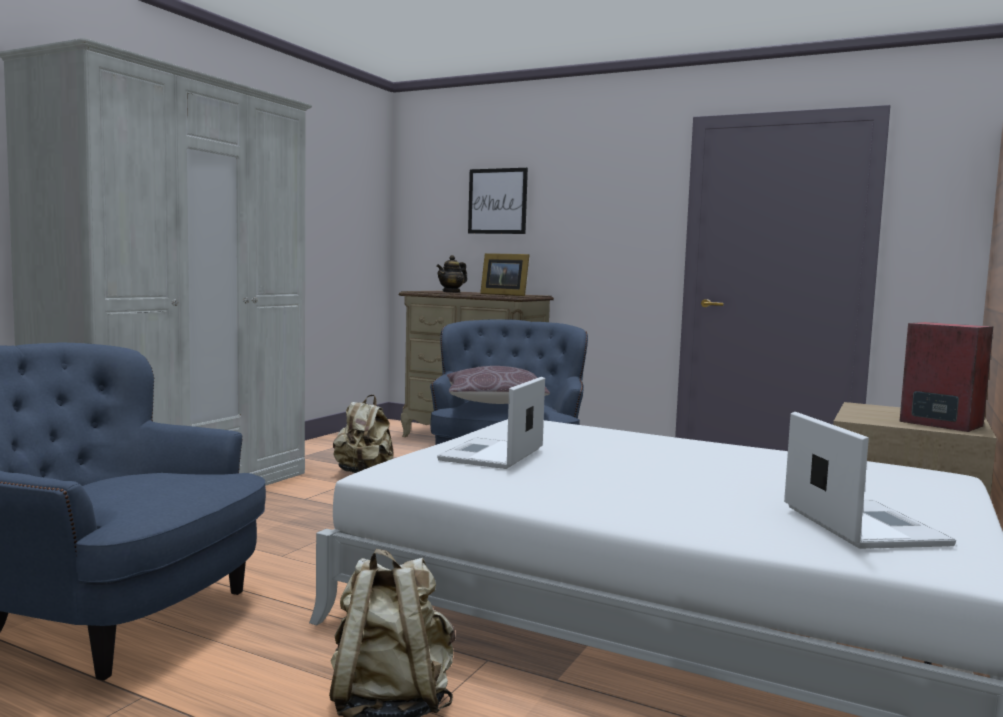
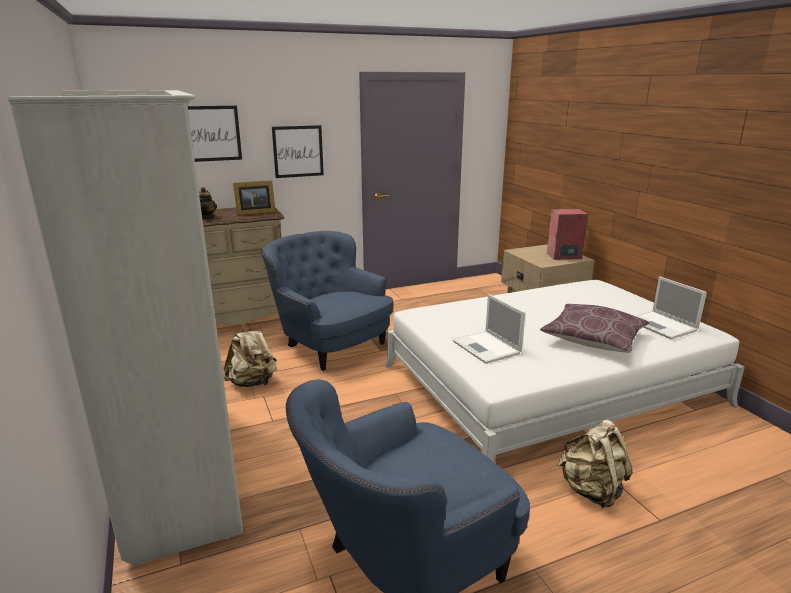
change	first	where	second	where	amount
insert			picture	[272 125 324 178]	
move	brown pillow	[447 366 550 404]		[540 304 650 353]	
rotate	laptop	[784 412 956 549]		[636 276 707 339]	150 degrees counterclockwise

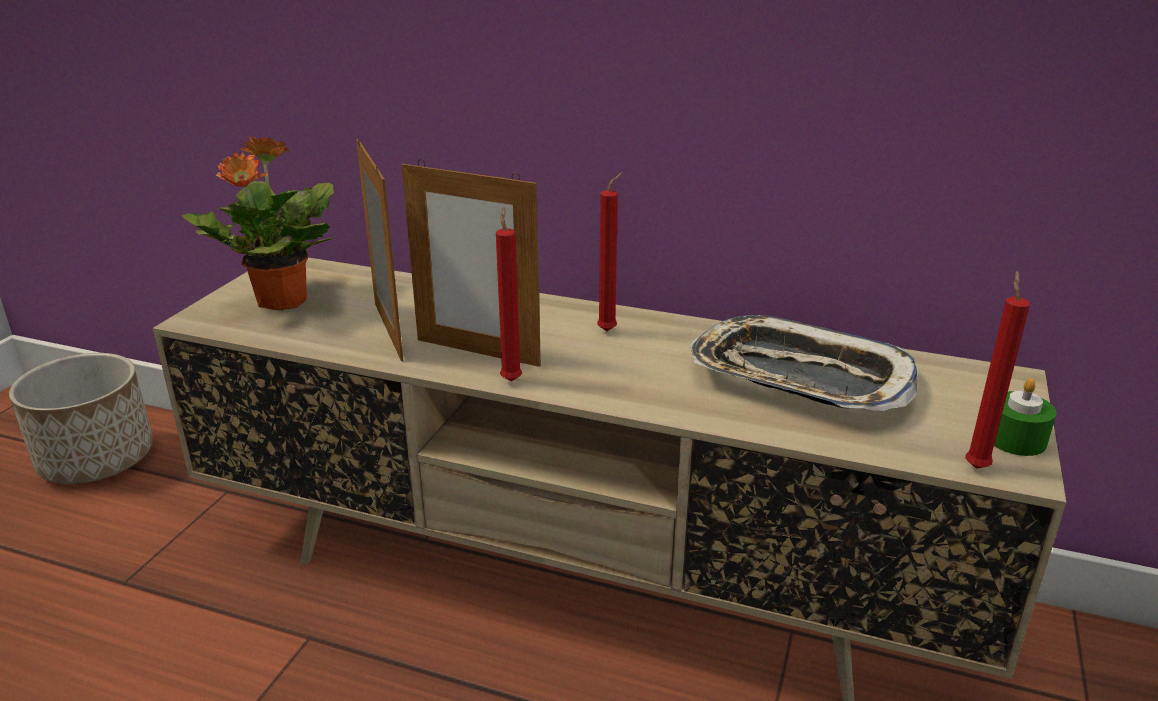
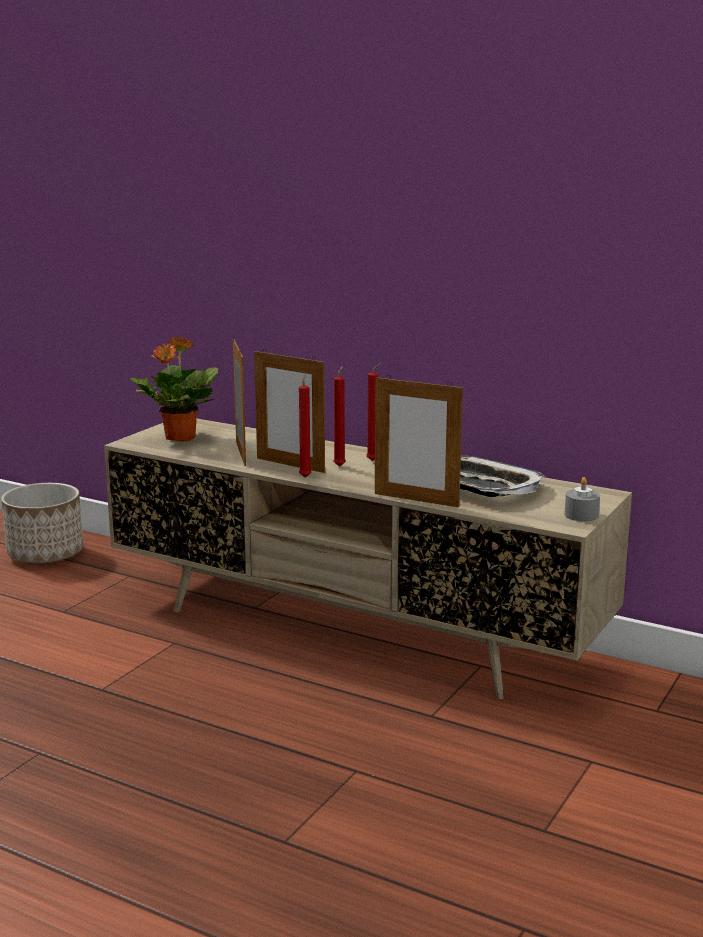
change	first	where	second	where	amount
move	red candle	[965 271 1030 469]		[333 366 346 467]	
insert			picture frame	[375 376 463 507]	
recolor	green candle	[994 378 1056 456]	grey candle	[565 477 600 522]	

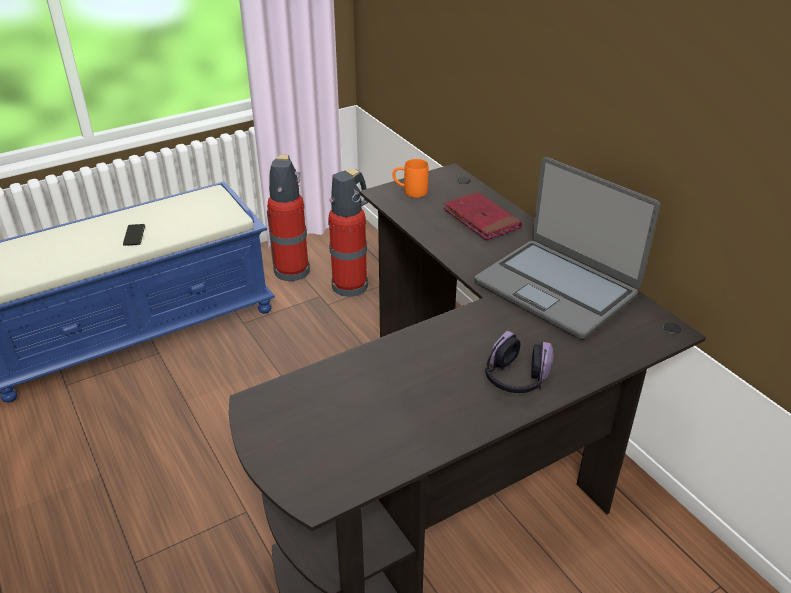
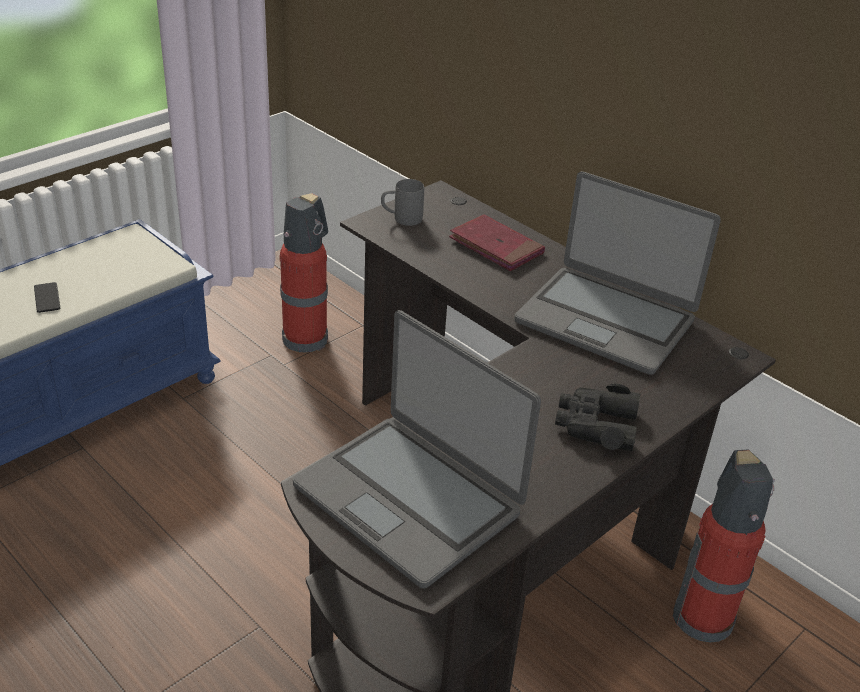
change	first	where	second	where	amount
insert			laptop	[293 310 541 588]	
recolor	orange mug	[393 159 428 198]	grey mug	[381 179 424 226]	
replace	headphones	[485 331 554 393]	black binoculars	[555 383 640 451]	
move	fire extinguisher	[267 155 311 281]		[673 449 775 642]	

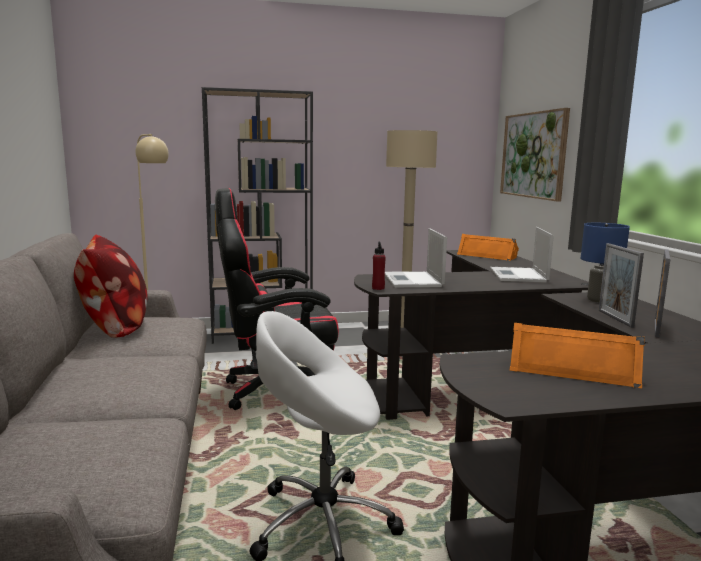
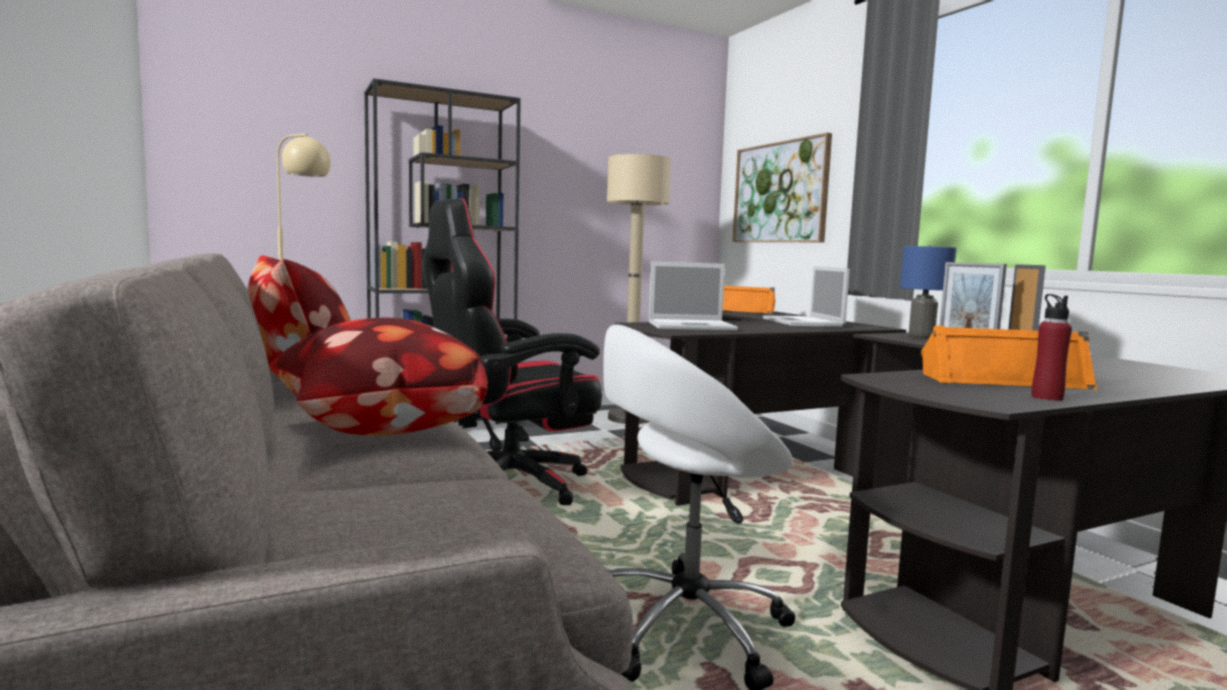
change	first	where	second	where	amount
insert			pillow	[270 318 488 436]	
rotate	laptop	[385 228 447 288]		[649 262 738 331]	75 degrees counterclockwise
move	red bottle	[372 242 386 290]		[1031 294 1072 401]	

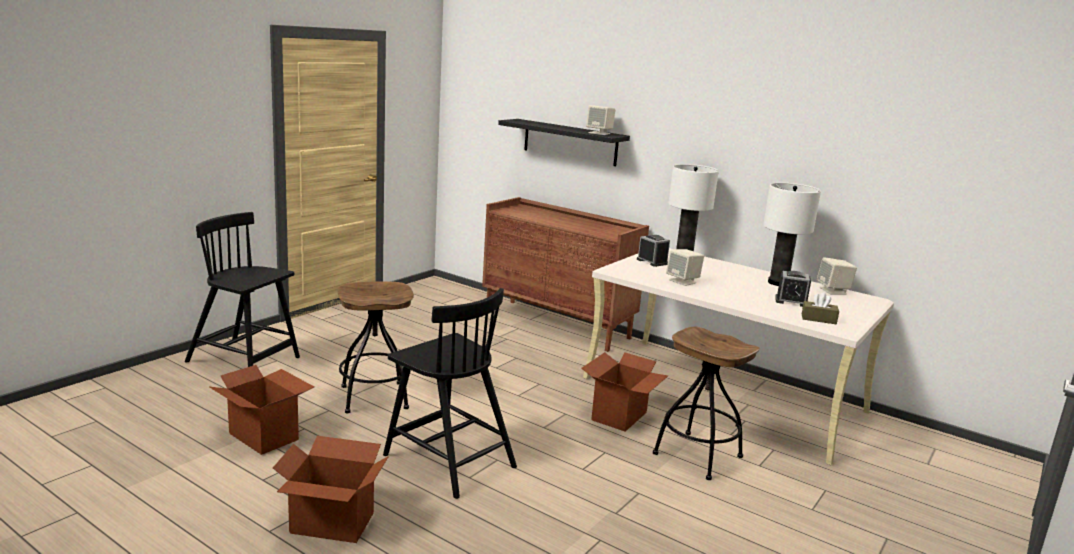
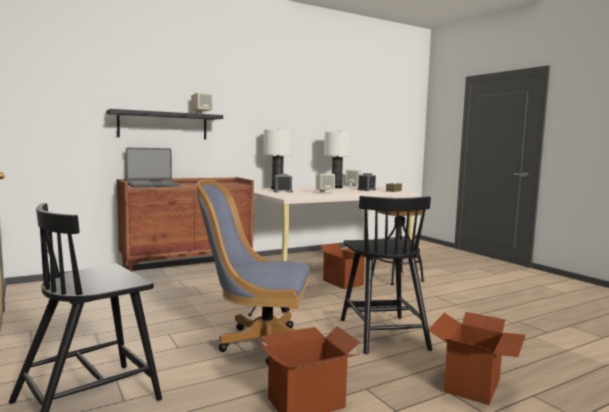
change	first	where	second	where	amount
insert			laptop	[126 148 180 187]	
replace	brown stool	[338 281 414 413]	blue office chair	[196 179 310 365]	
rotate	black chair	[383 288 517 499]		[341 196 432 354]	105 degrees clockwise

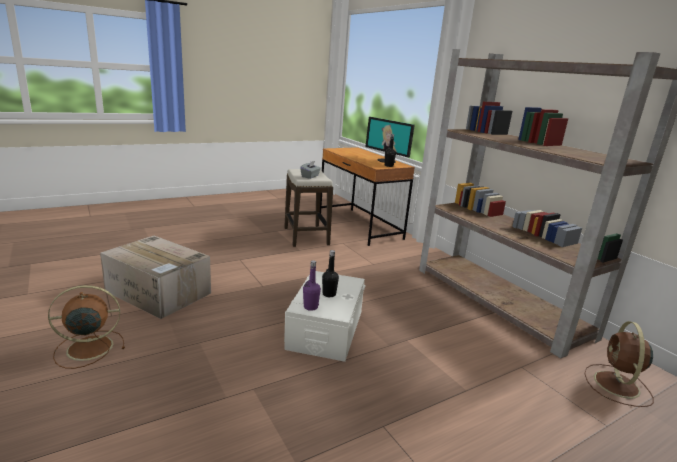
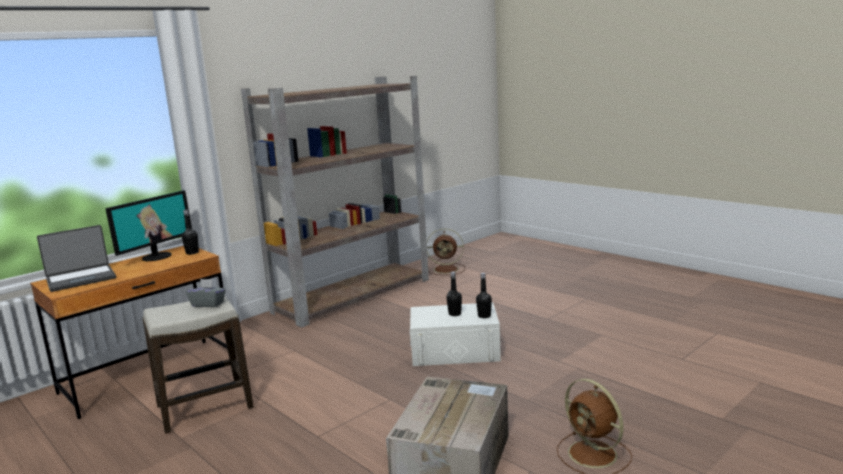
change	first	where	second	where	amount
insert			laptop	[37 225 116 292]	
recolor	purple bottle	[303 260 321 311]	black bottle	[476 273 492 318]	

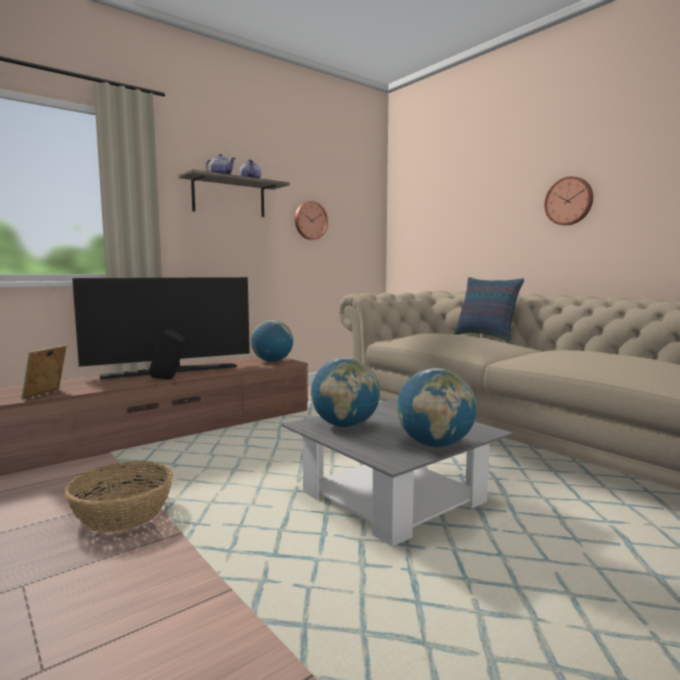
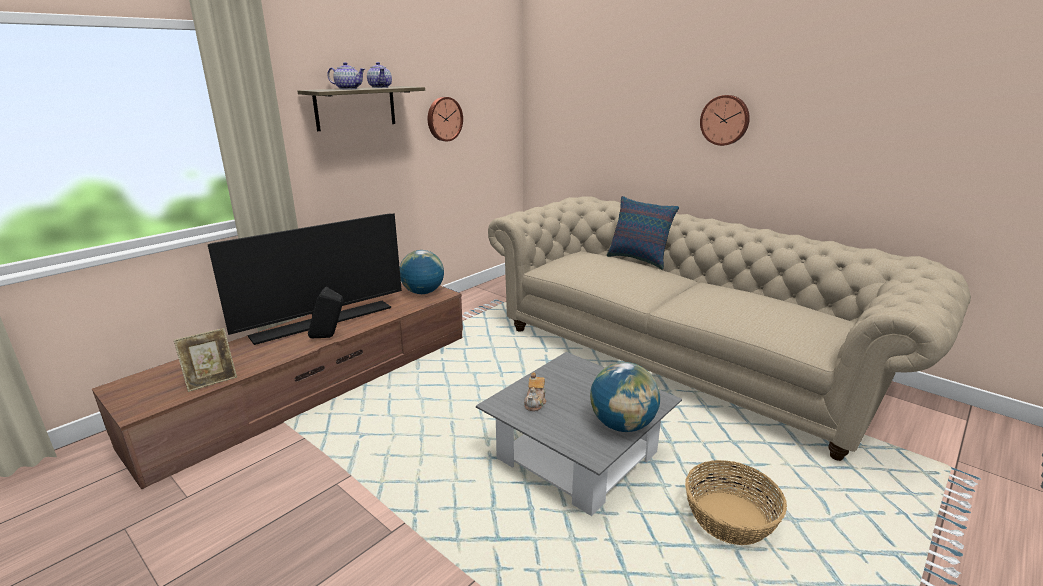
change	first	where	second	where	amount
rotate	picture frame	[21 345 67 399]		[174 328 237 392]	135 degrees counterclockwise
replace	globe	[311 357 380 427]	teapot	[524 372 547 411]	
move	basket	[65 461 173 532]		[685 460 787 545]	

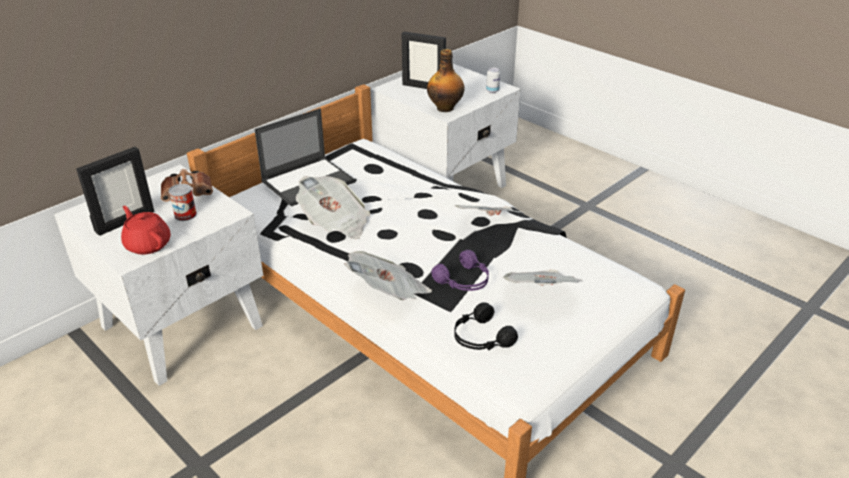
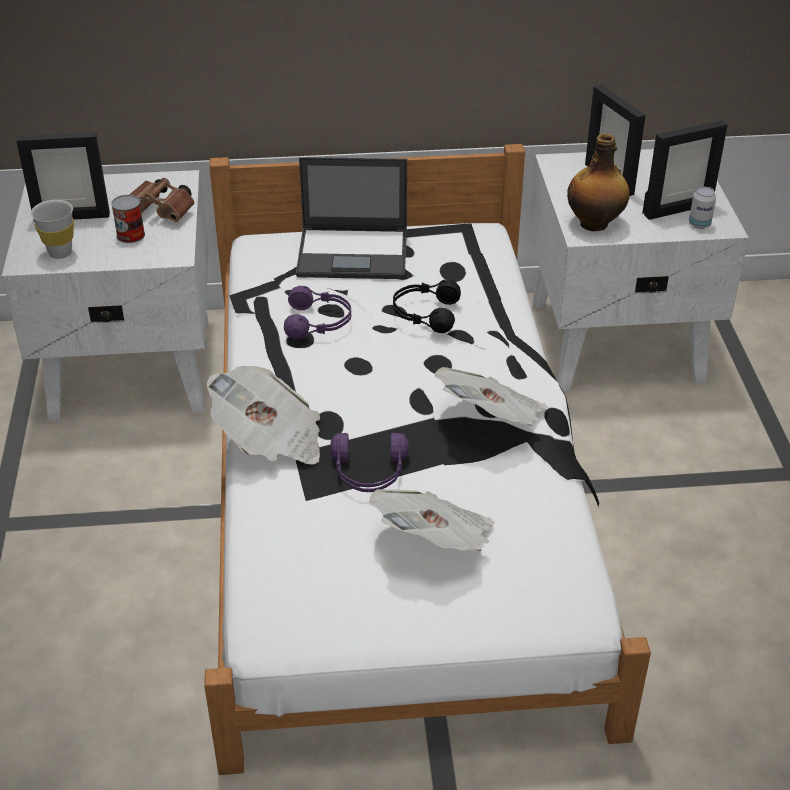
change	first	where	second	where	amount
replace	red teapot	[121 206 171 255]	white cup	[31 200 74 259]	
replace	newspaper	[296 176 370 239]	purple headphones	[284 286 351 340]	
move	black headphones	[454 302 518 350]		[393 280 461 333]	
insert			picture frame	[642 120 728 220]	

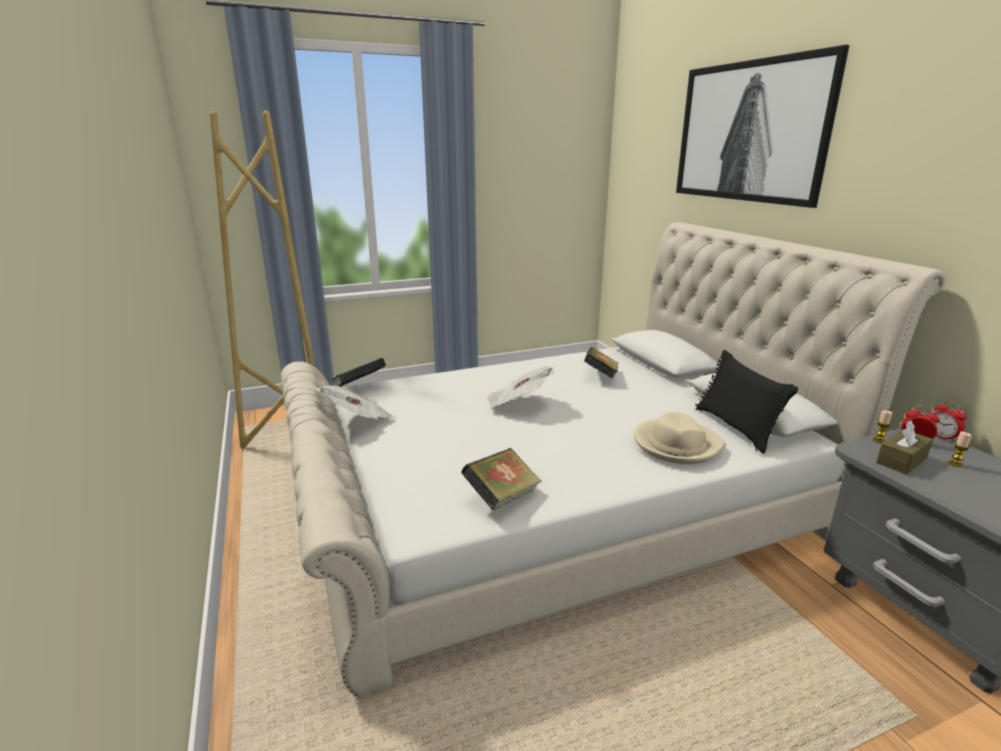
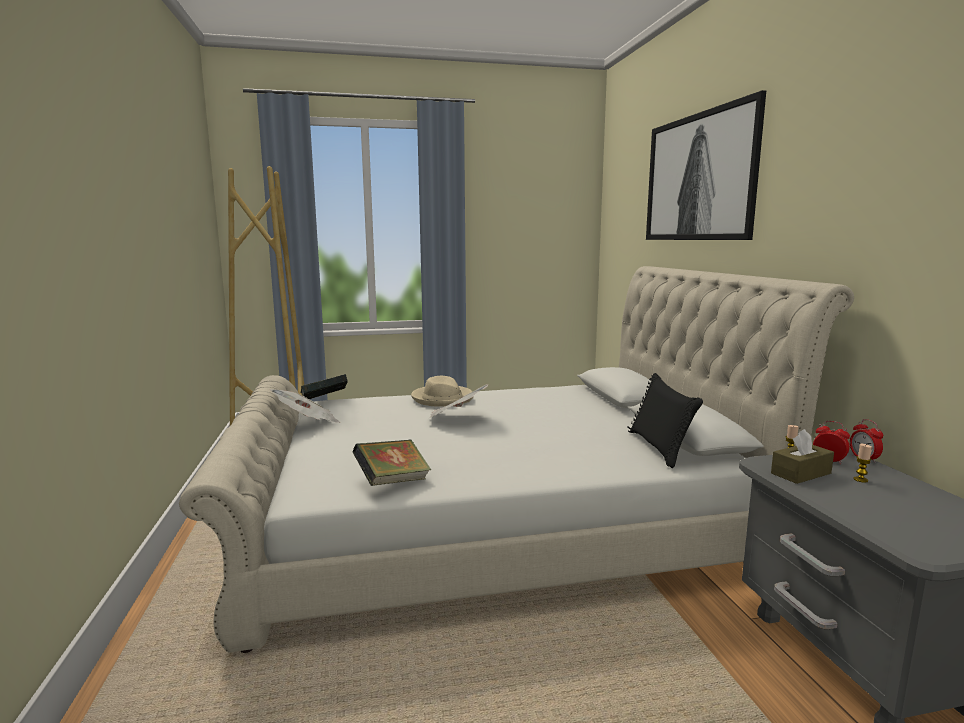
change	first	where	second	where	amount
move	beige hat	[634 412 726 464]		[411 376 473 407]	
delete	book	[584 347 618 379]			

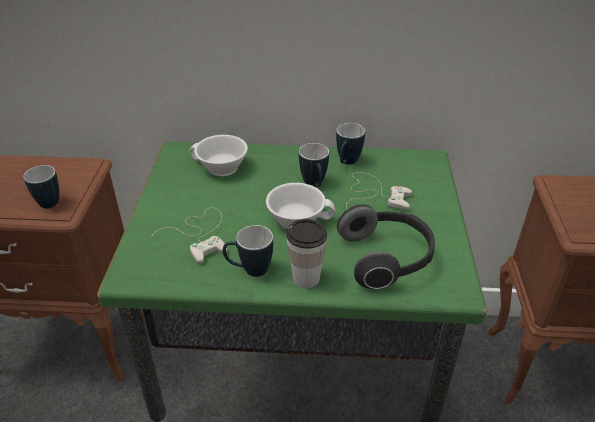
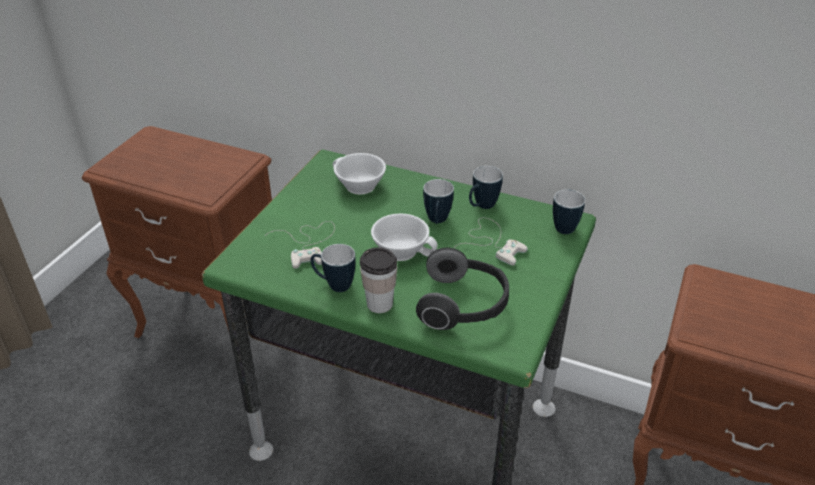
change	first	where	second	where	amount
move	mug	[23 165 59 209]		[553 189 585 234]	

